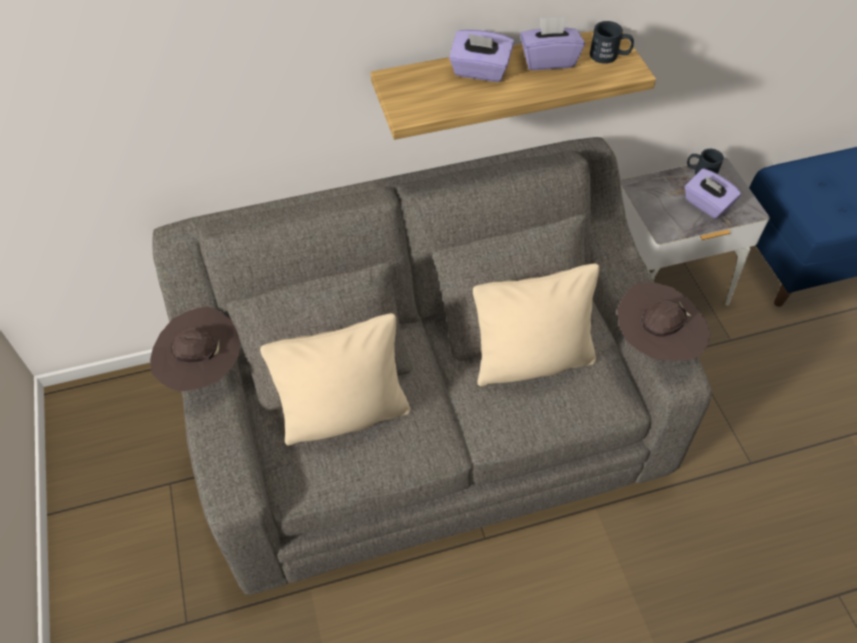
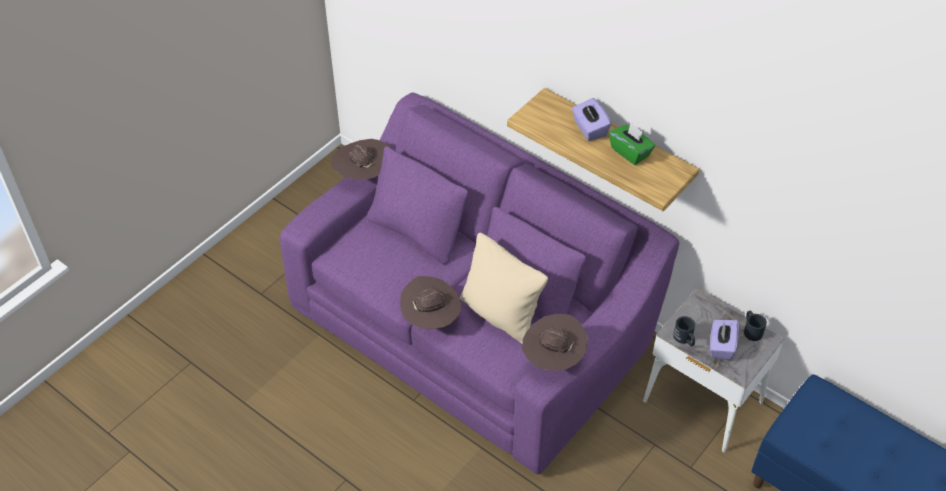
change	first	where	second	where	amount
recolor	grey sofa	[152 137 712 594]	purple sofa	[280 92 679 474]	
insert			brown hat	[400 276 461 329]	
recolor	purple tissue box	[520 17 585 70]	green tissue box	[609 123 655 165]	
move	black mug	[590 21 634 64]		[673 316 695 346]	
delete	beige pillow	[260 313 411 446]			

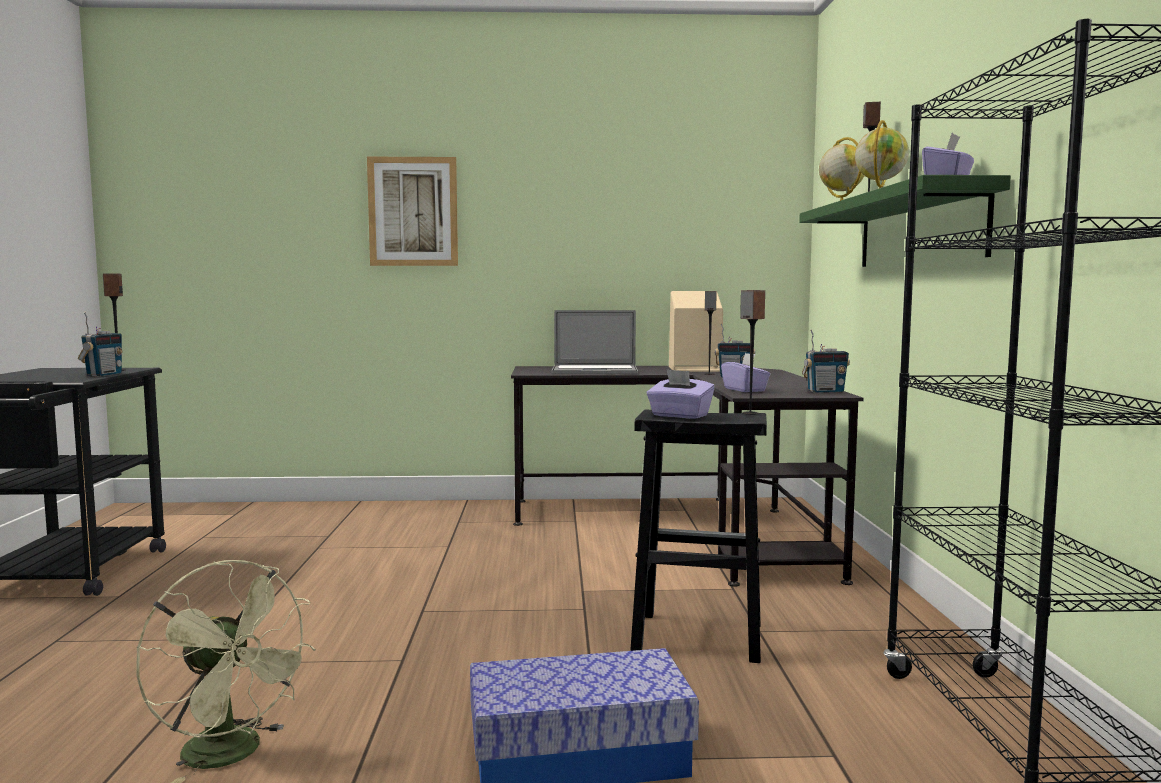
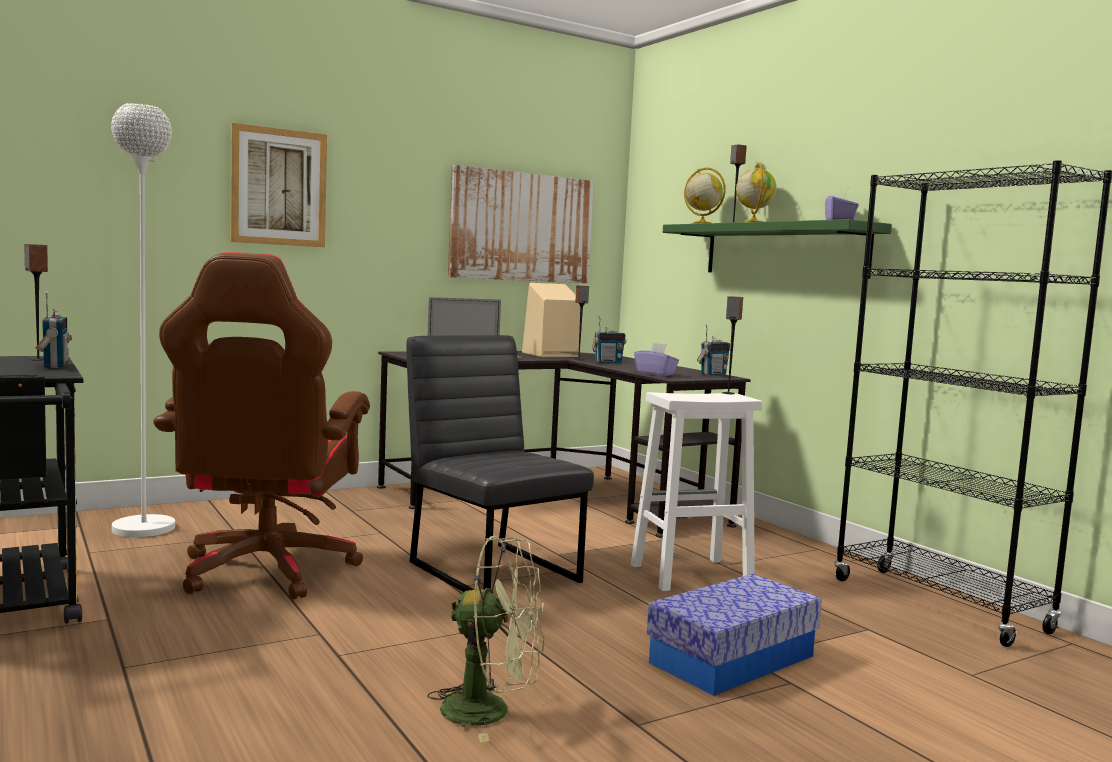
change	first	where	second	where	amount
insert			white floor lamp	[111 103 175 537]	
insert			brown office chair	[153 252 370 599]	
insert			grey chair	[406 335 594 592]	
insert			picture	[448 165 594 283]	
recolor	black stool	[630 410 767 663]	white stool	[631 392 762 591]	
delete	purple tissue box	[647 369 715 419]			

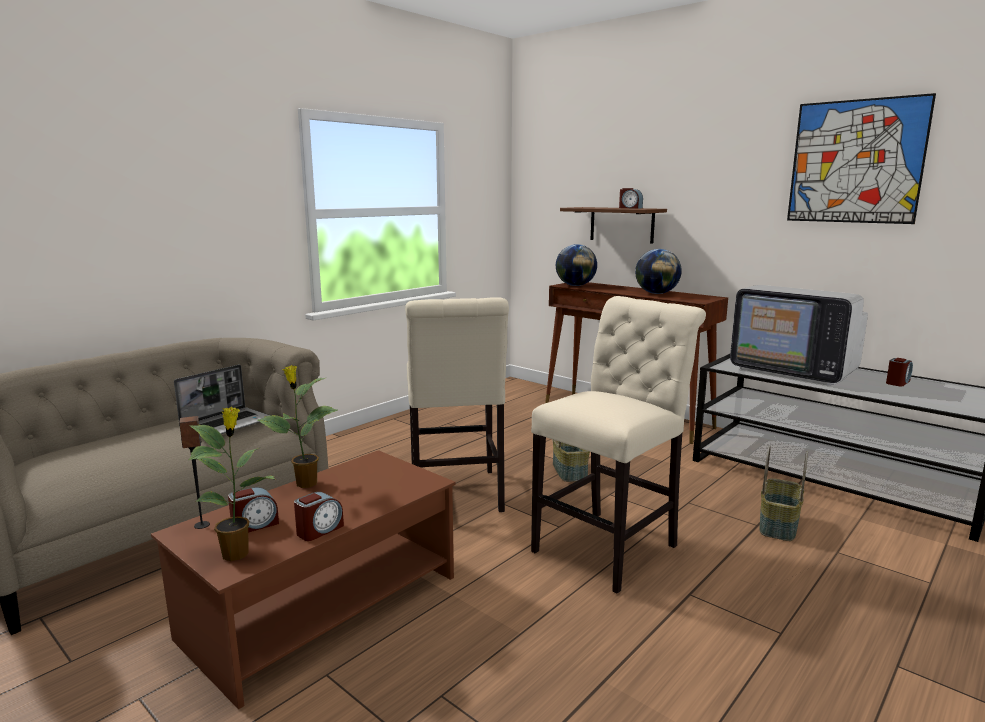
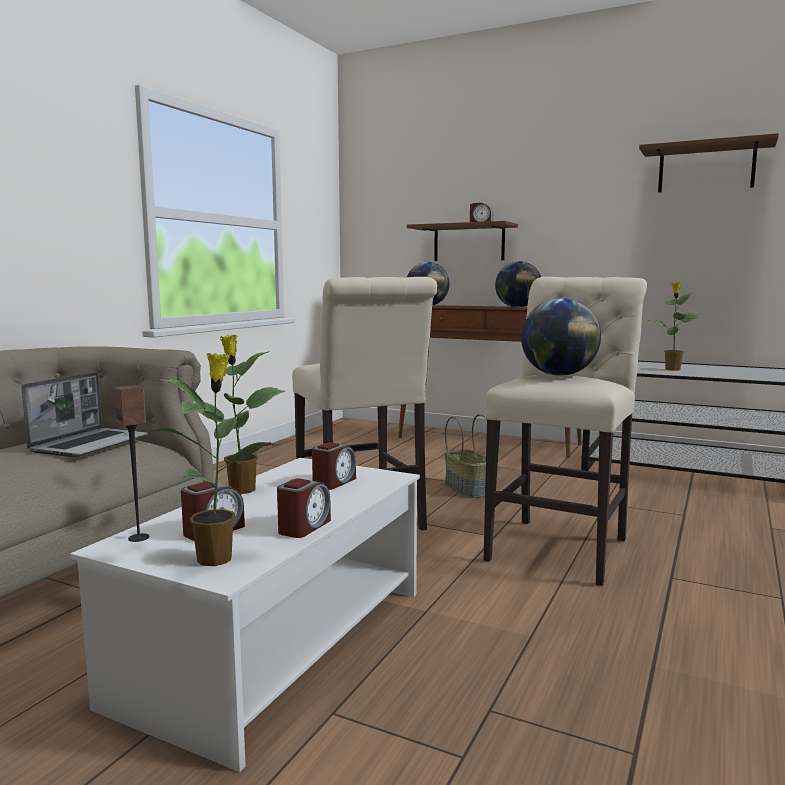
change	first	where	second	where	amount
recolor	brown coffee table	[151 450 456 709]	white coffee table	[70 458 420 772]	
move	alarm clock	[886 358 913 386]		[312 442 356 490]	
insert			globe	[521 298 601 376]	
replace	picture	[787 93 936 224]	brown shelf	[639 133 779 193]	
replace	television	[730 285 868 385]	potted plant	[649 282 702 371]	
delete	basket	[759 445 808 541]			

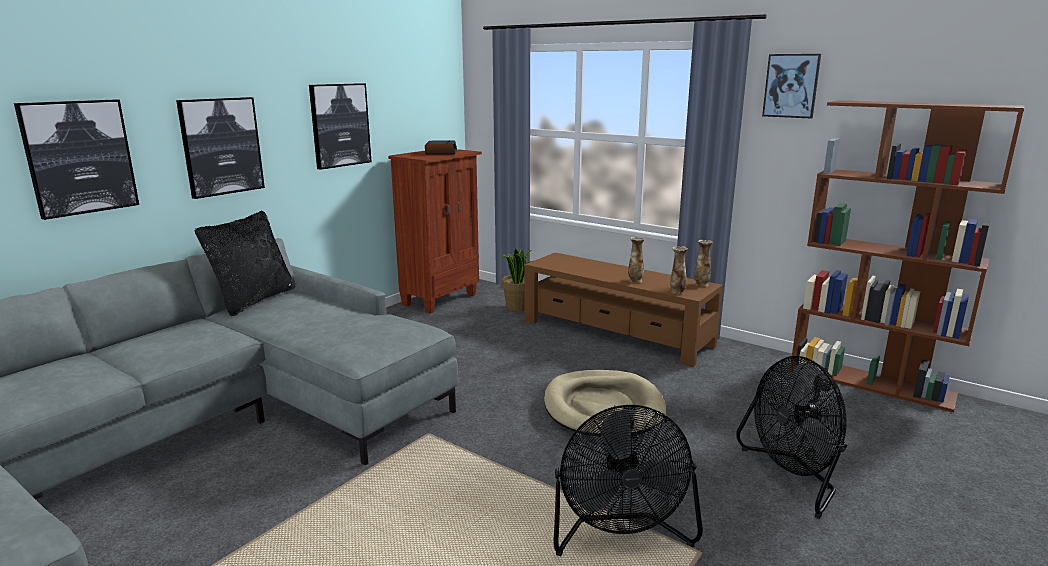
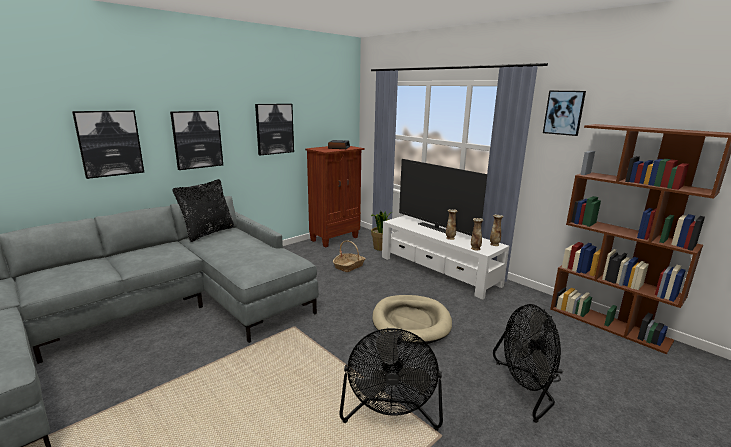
change	first	where	second	where	amount
insert			basket	[333 240 366 272]	
recolor	brown tv stand	[524 253 723 367]	white tv stand	[382 215 509 300]	
insert			television	[399 159 487 236]	

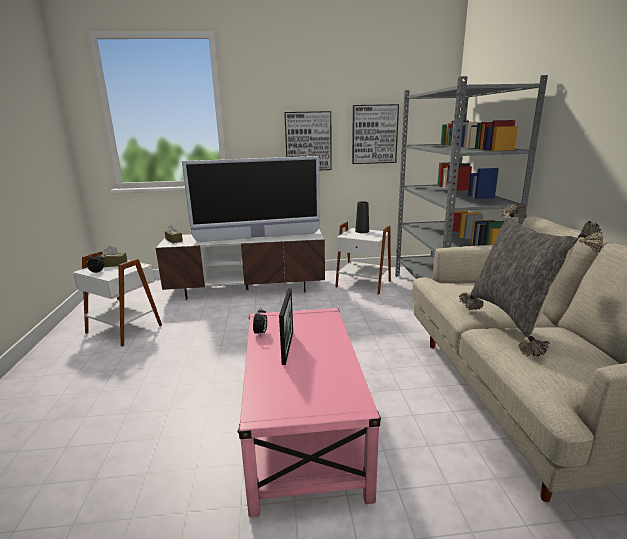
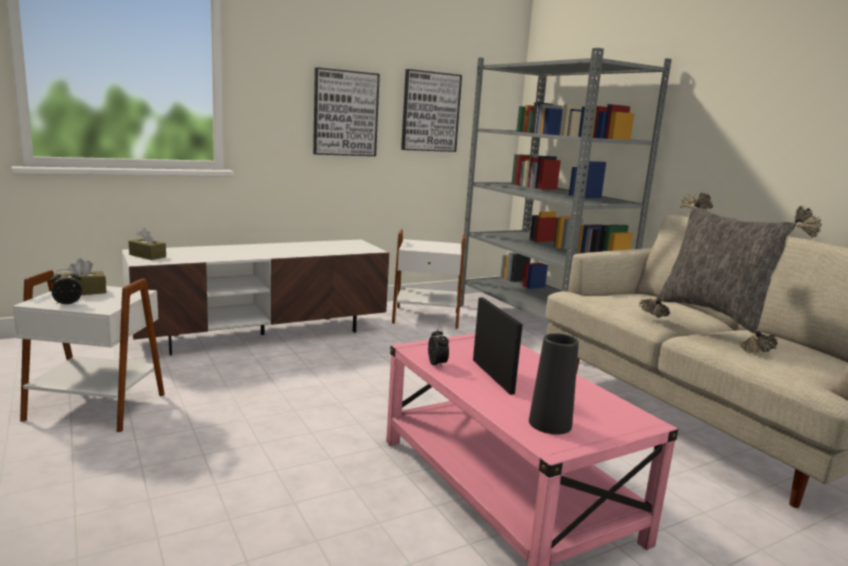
change	first	where	second	where	amount
move	black vase	[355 201 369 233]		[529 333 579 434]	
delete	television	[182 156 320 242]			

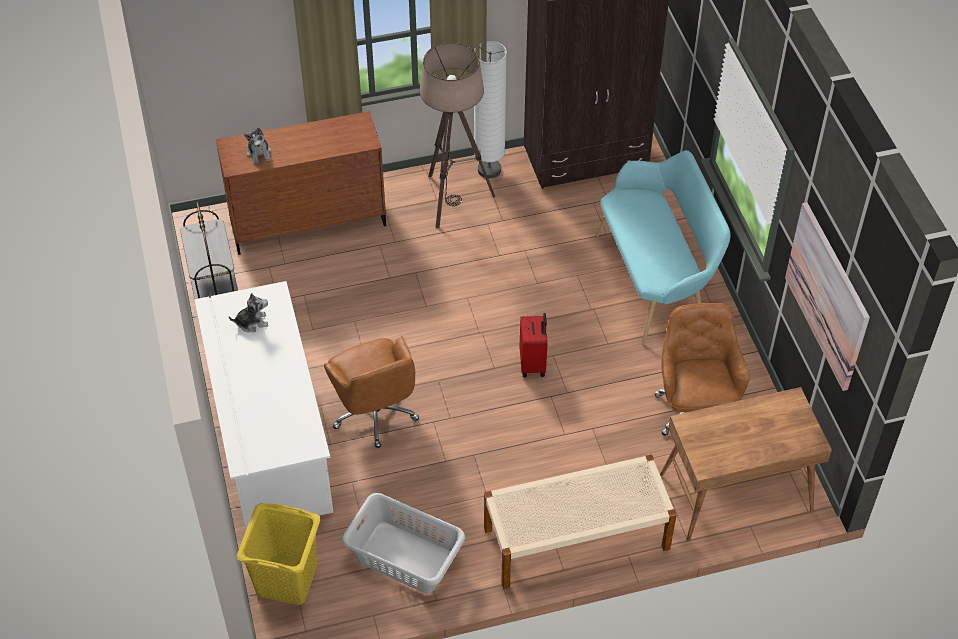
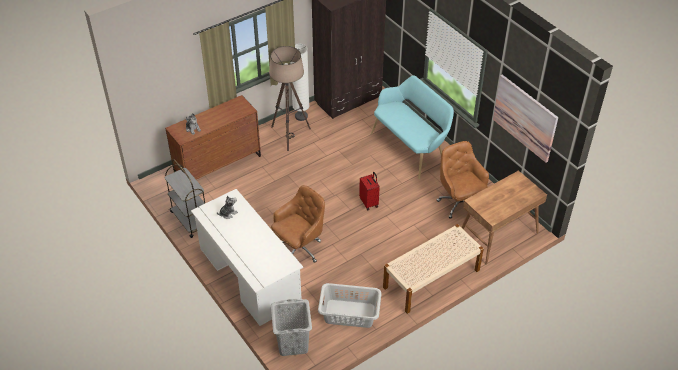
change	first	where	second	where	amount
rotate	brown office chair	[324 336 419 448]		[271 185 325 263]	90 degrees counterclockwise
recolor	yellow laundry basket	[237 503 321 605]	grey laundry basket	[271 299 312 356]	

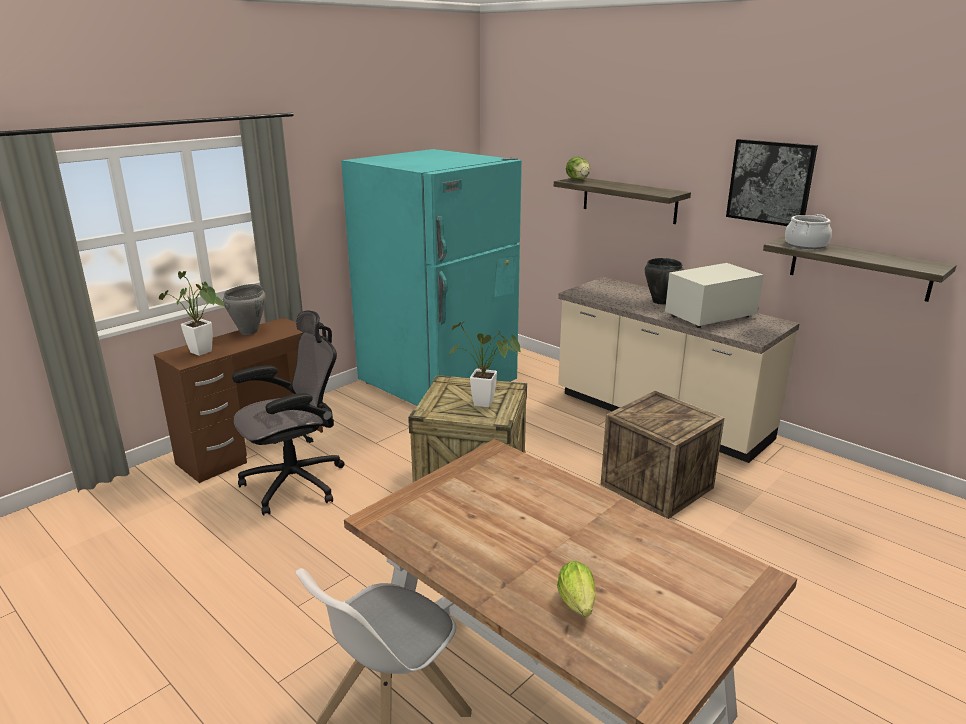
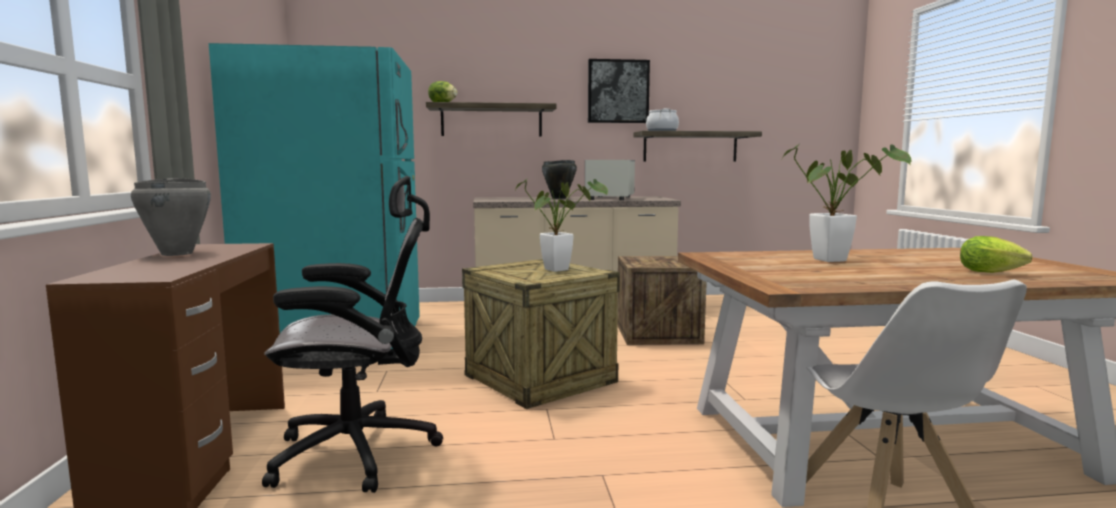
change	first	where	second	where	amount
rotate	office chair	[232 311 345 515]		[262 176 443 493]	75 degrees clockwise
move	potted plant	[159 271 225 356]		[782 143 912 262]	

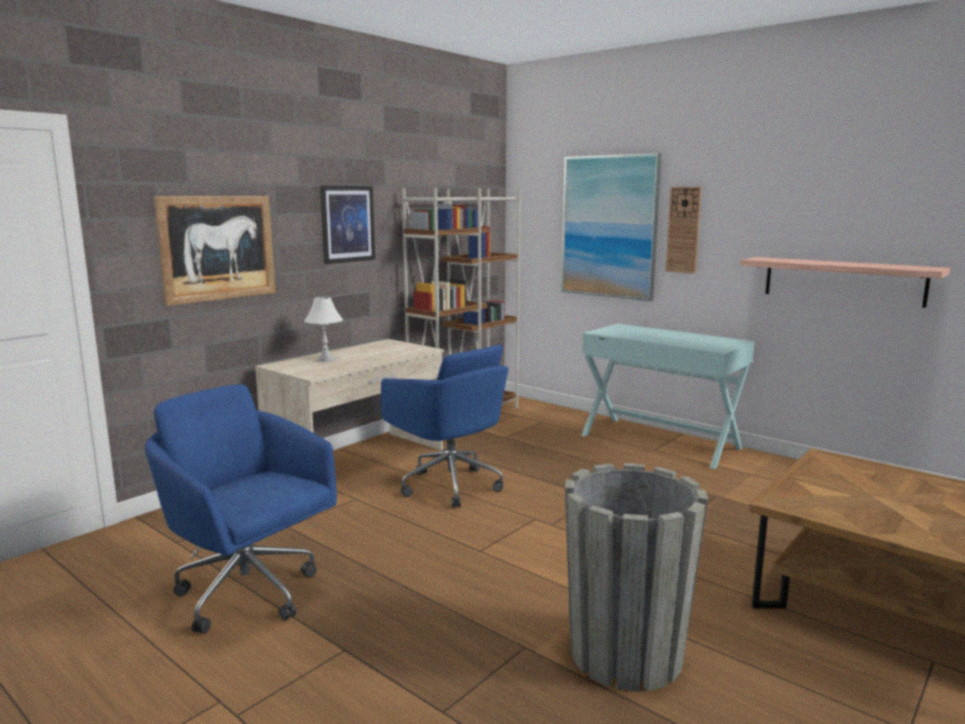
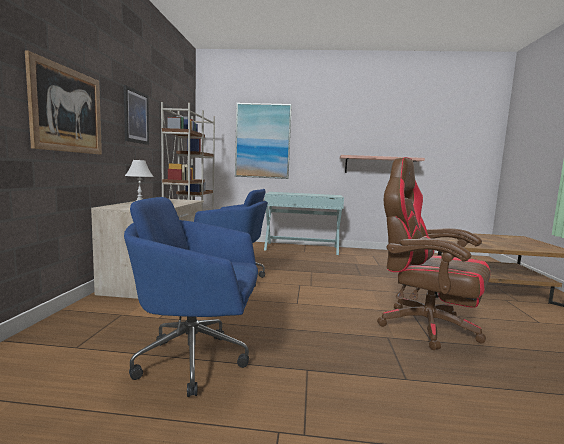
change	first	where	second	where	amount
replace	grey planter	[565 463 708 692]	brown office chair	[377 157 490 350]	
delete	wall clock	[666 187 702 274]			

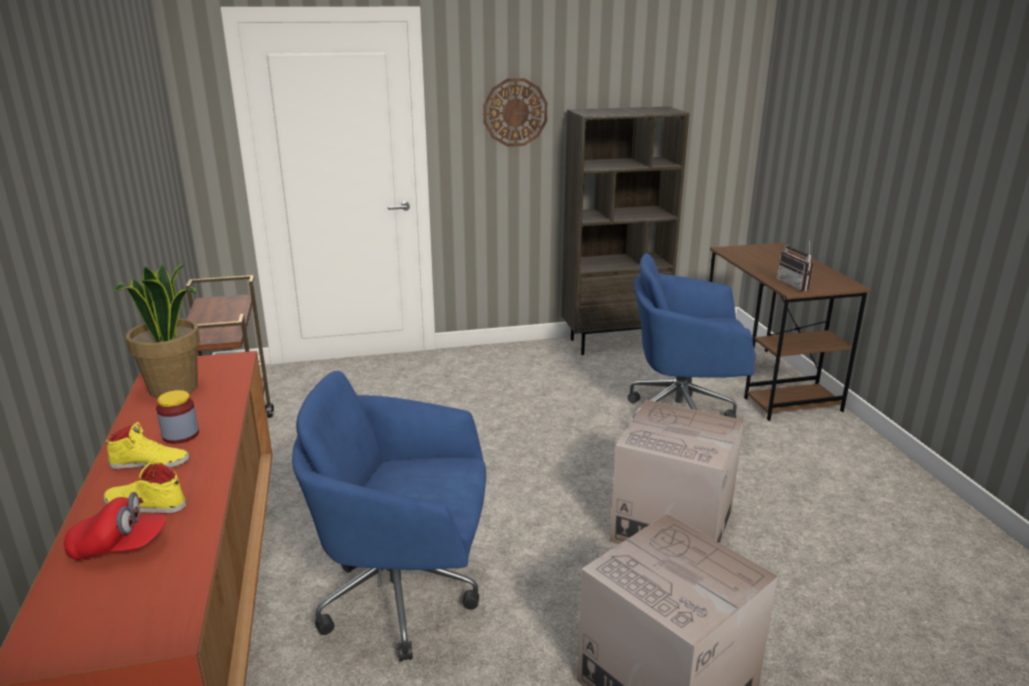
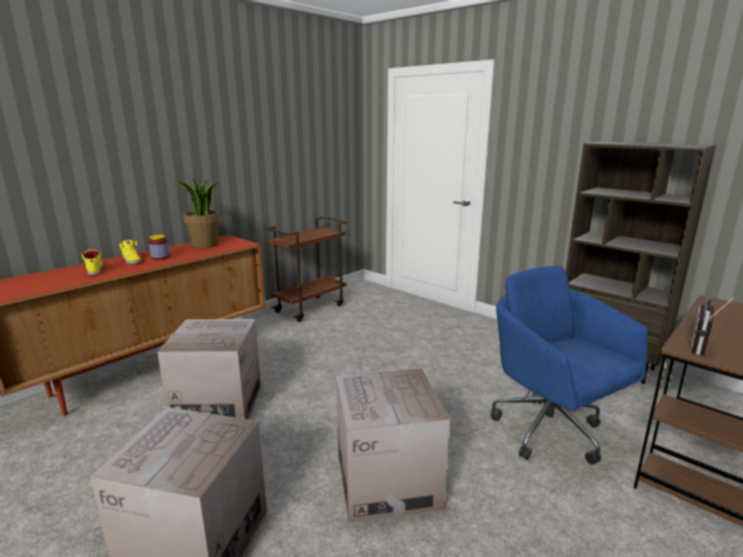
change	first	where	second	where	amount
replace	blue office chair	[292 371 486 661]	cardboard box	[157 319 261 419]	
delete	red cap	[64 492 167 560]			
delete	wall clock	[483 78 548 147]			

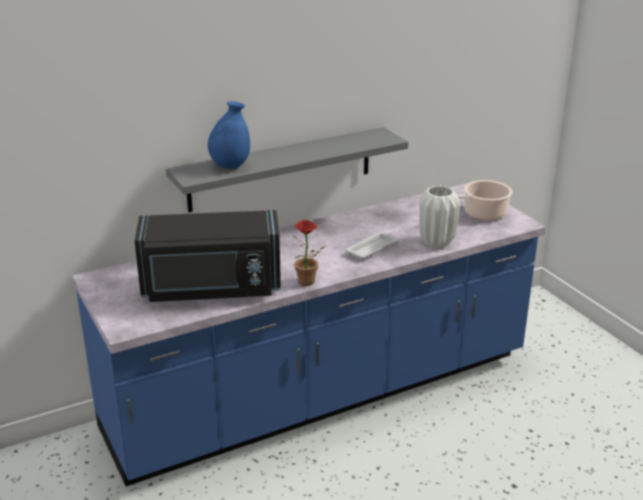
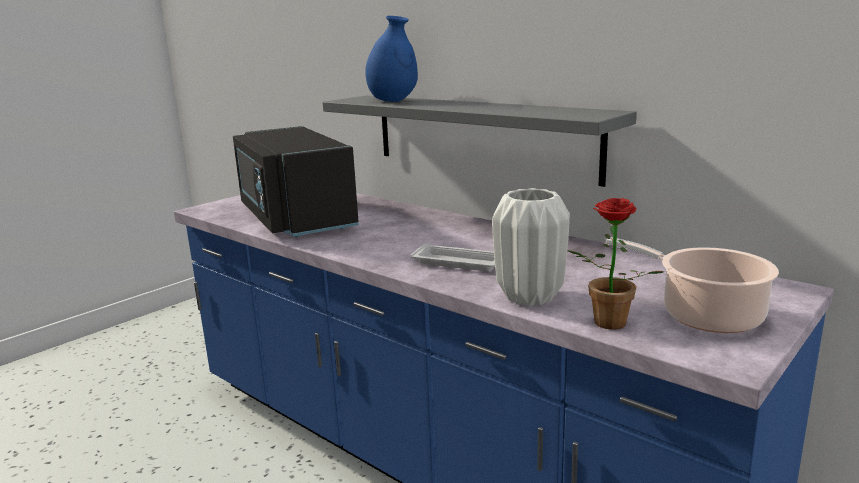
change	first	where	second	where	amount
move	potted plant	[293 220 326 286]		[567 198 664 330]	

